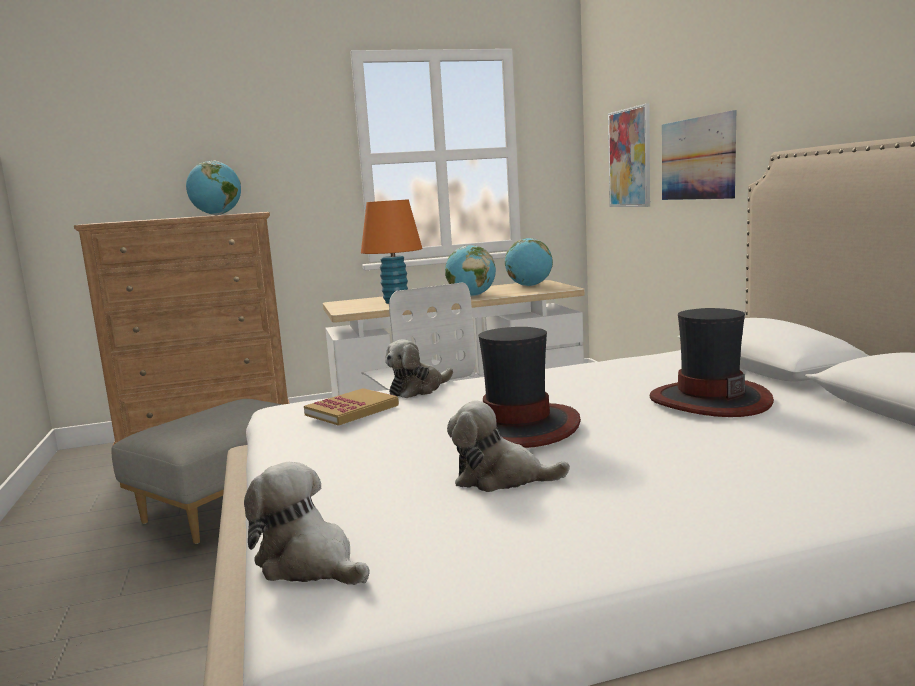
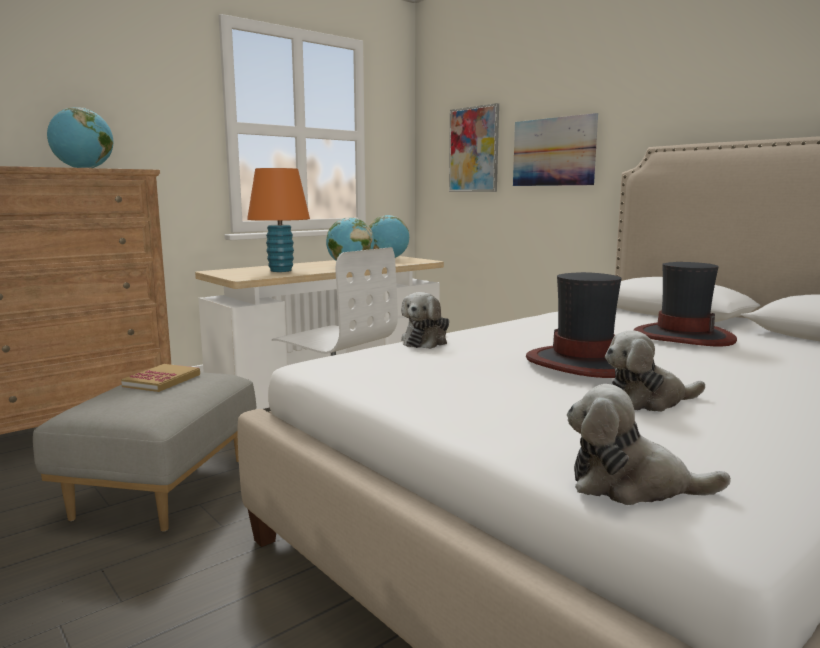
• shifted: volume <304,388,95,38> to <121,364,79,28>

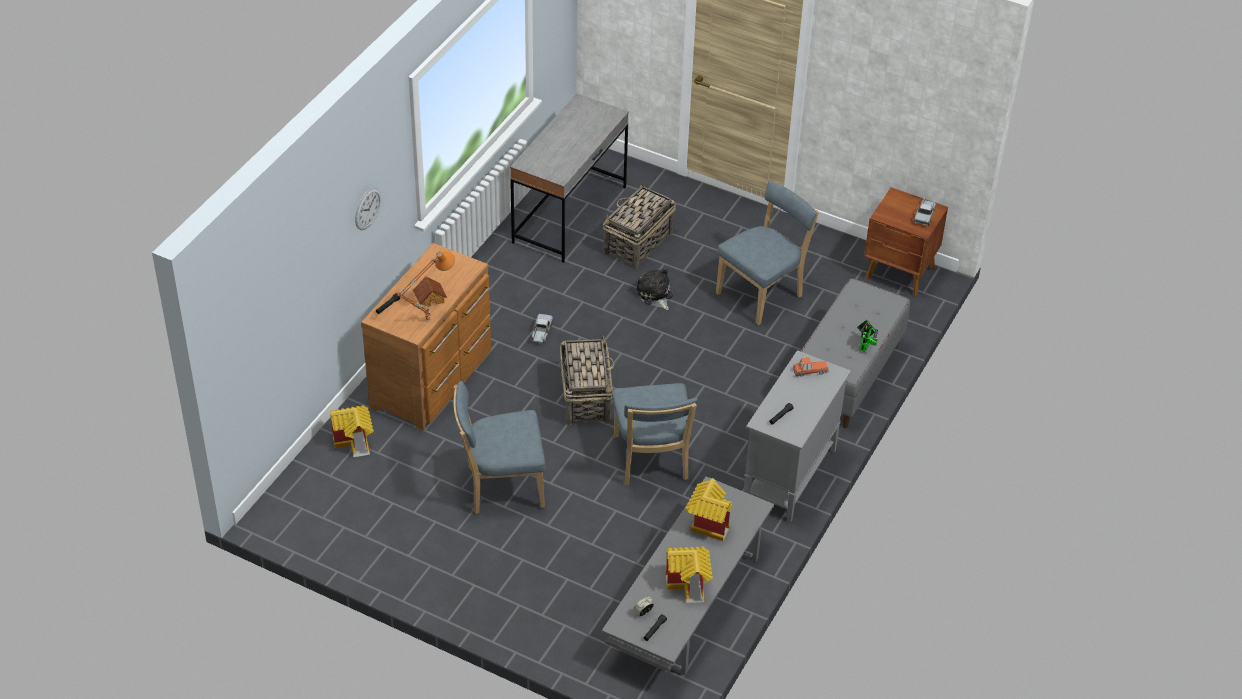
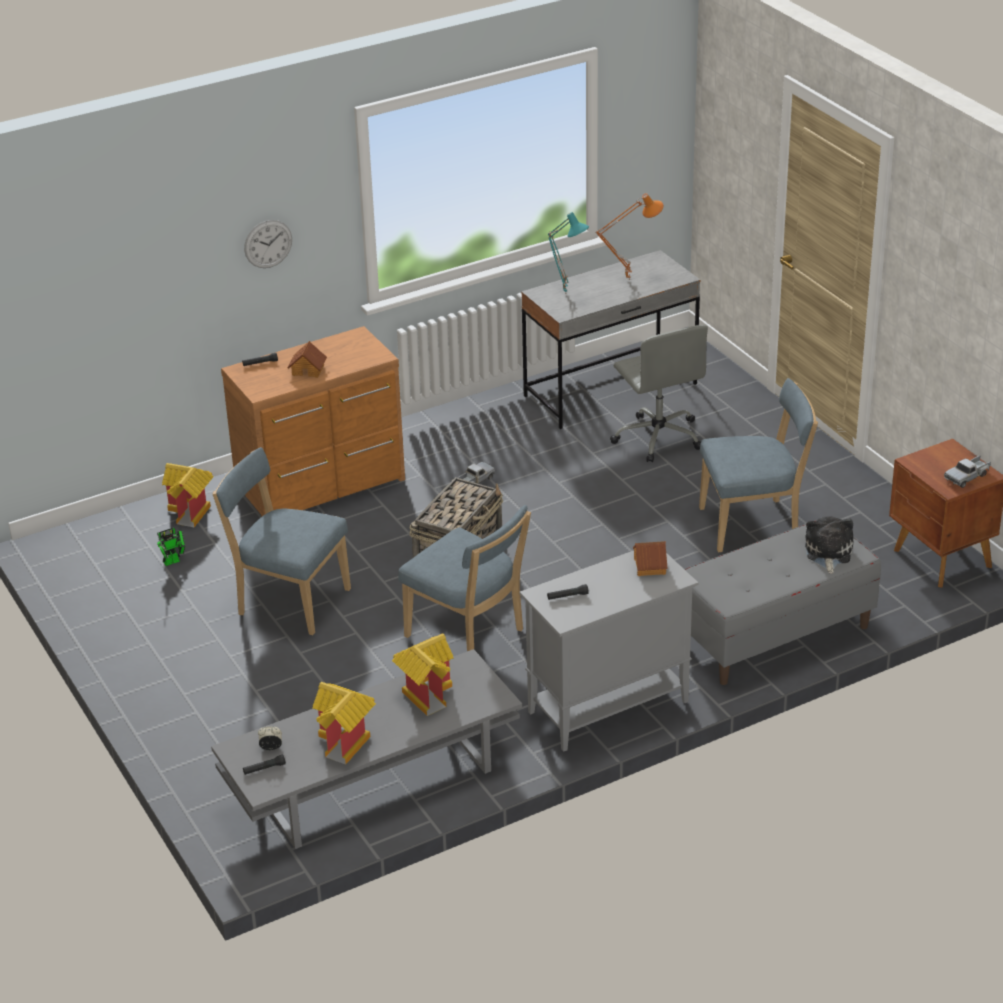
• swapped: storage basket <603,182,73,87> to office chair (grey) <610,325,98,137>
• shifted: lamp for a table (orange) <397,251,58,71> to <596,193,68,87>
• shifted: soft toy <636,268,37,42> to <805,516,48,58>
• shifted: robot figure <857,320,21,32> to <157,528,28,38>
• swapped: miniature car <793,357,36,20> to model house <633,541,35,35>
• rotated: plain chair (blue-coloured) <612,383,86,102> = <398,505,133,146> 75 degrees counterclockwise
• new: lamp for a table (turquoise) <548,212,41,81>

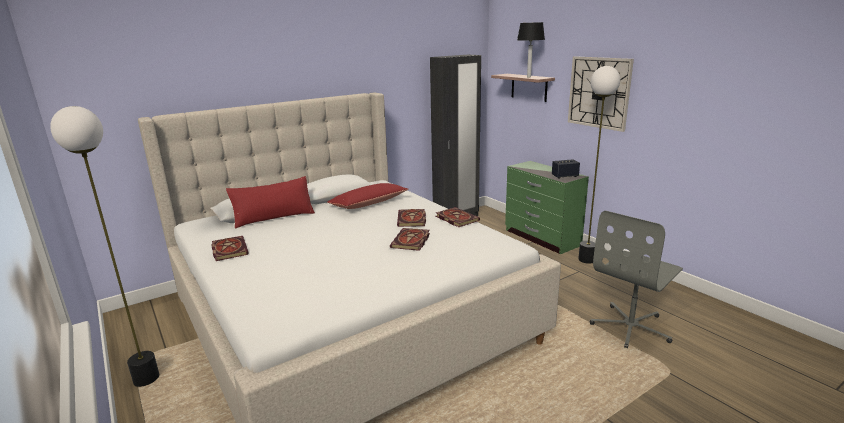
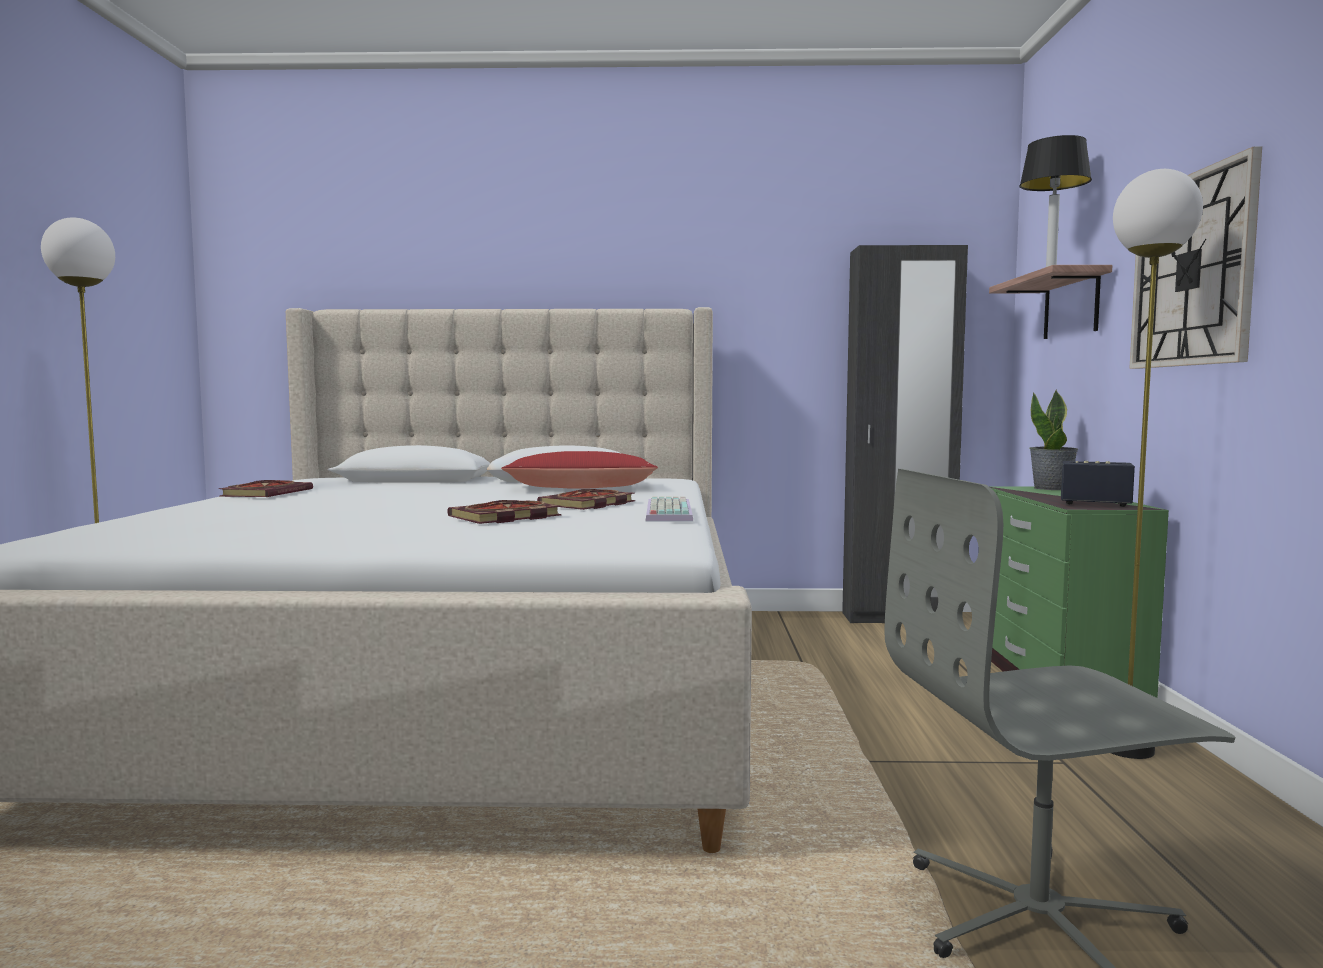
• gone: throw pillow (red-coloured) <226,176,89,53>
• swapped: volume <436,207,44,20> to computer keyboard <646,496,47,25>
• new: plant in a pot <1029,389,49,101>

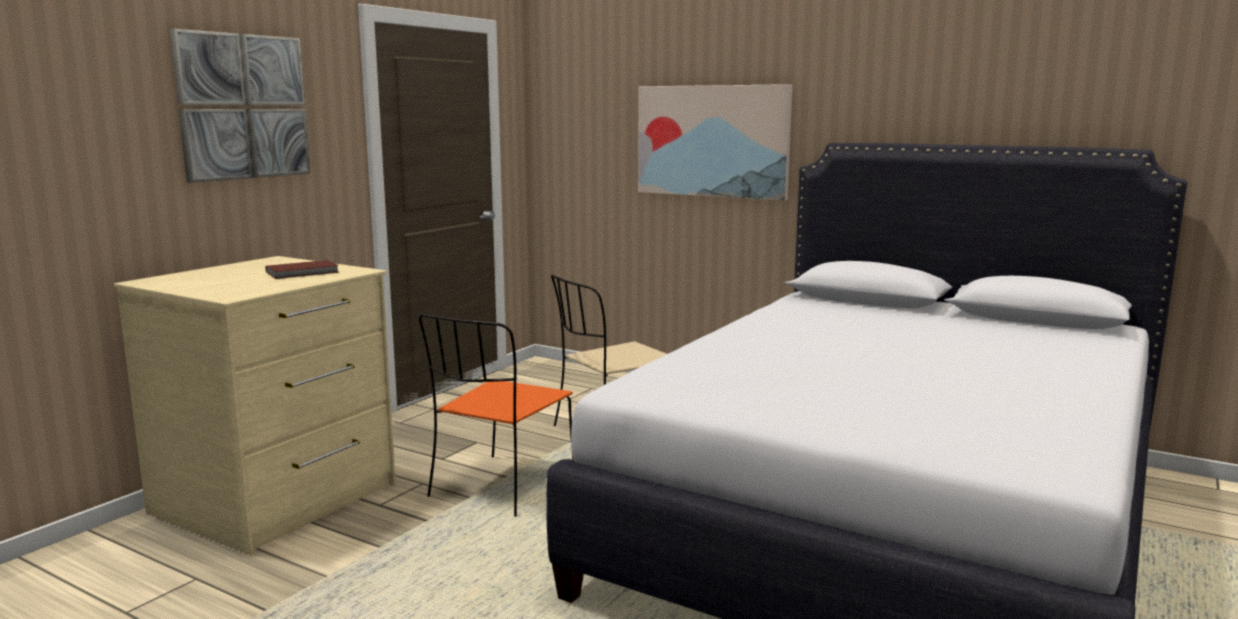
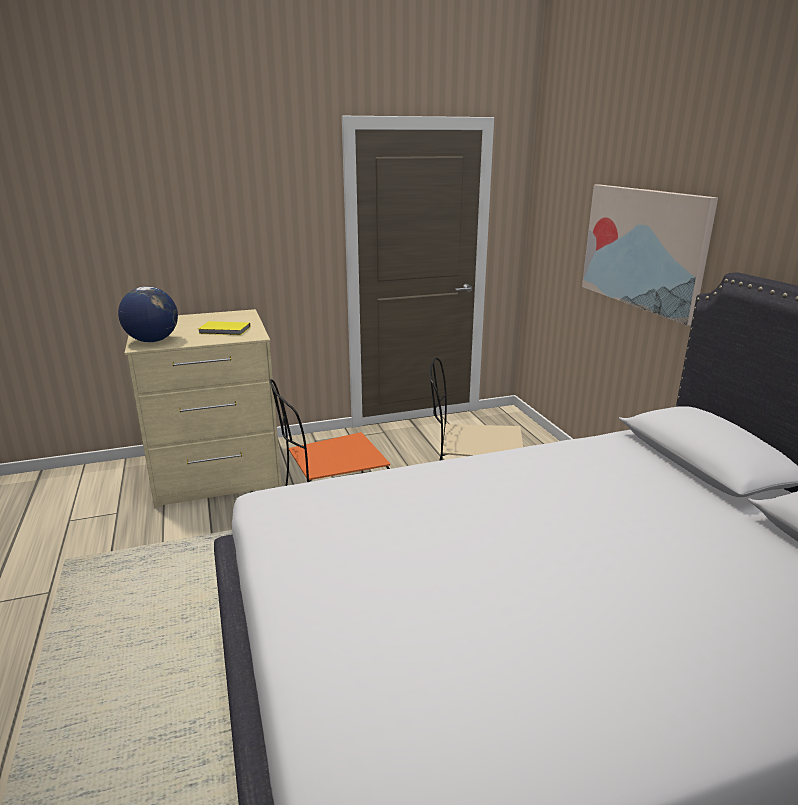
• gone: wall picture <170,29,141,154>
• repainted: volume (brownish) <265,260,74,19> to volume (yellow-coloured) <198,321,52,14>
• new: world globe <118,286,60,56>

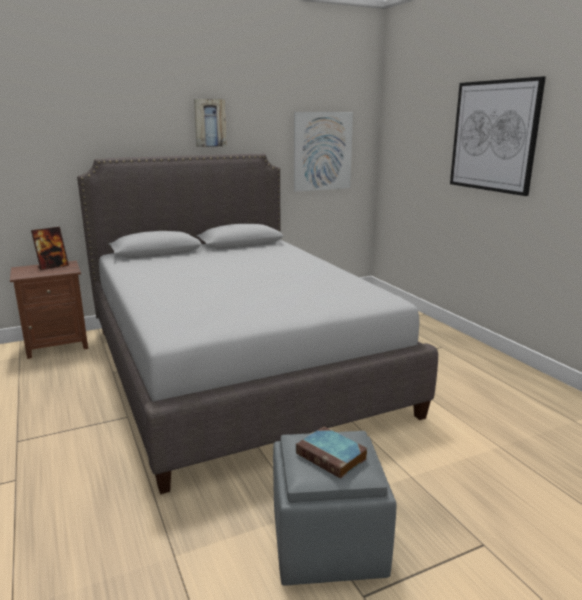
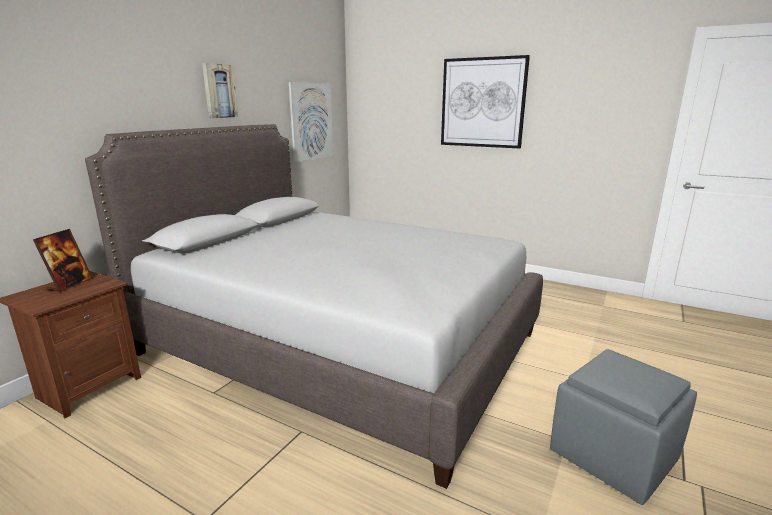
• gone: volume <296,427,72,52>

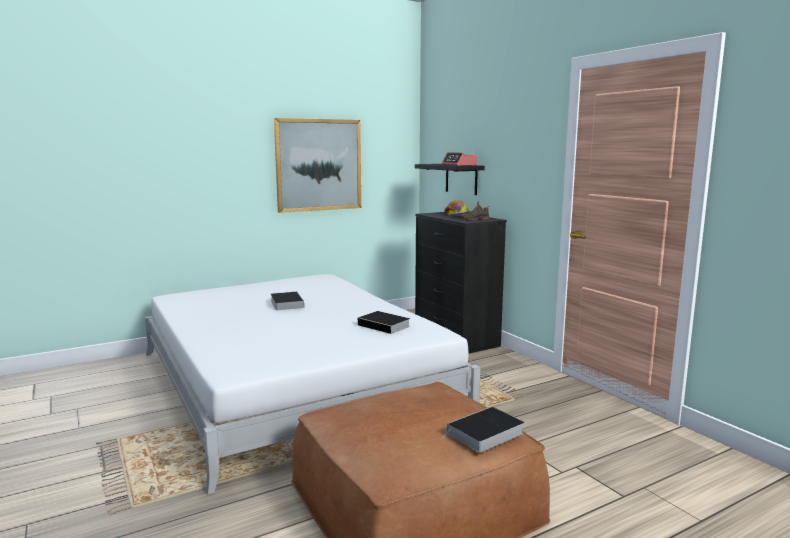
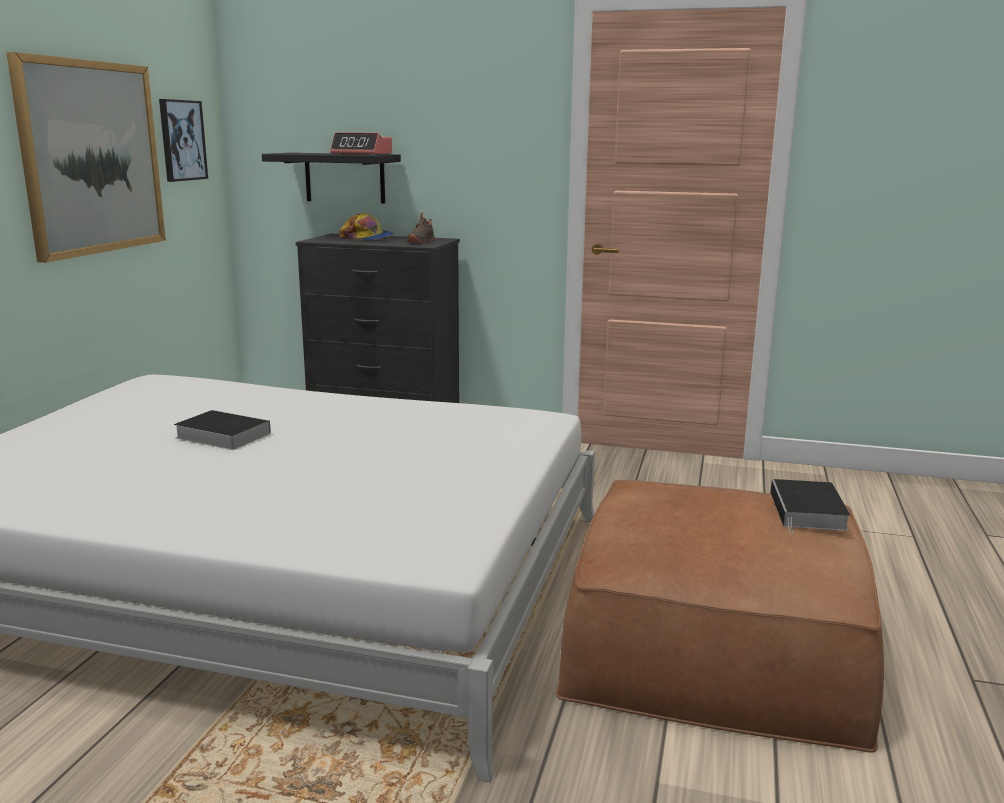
• gone: volume <358,311,52,24>
• new: wall picture <159,99,49,83>

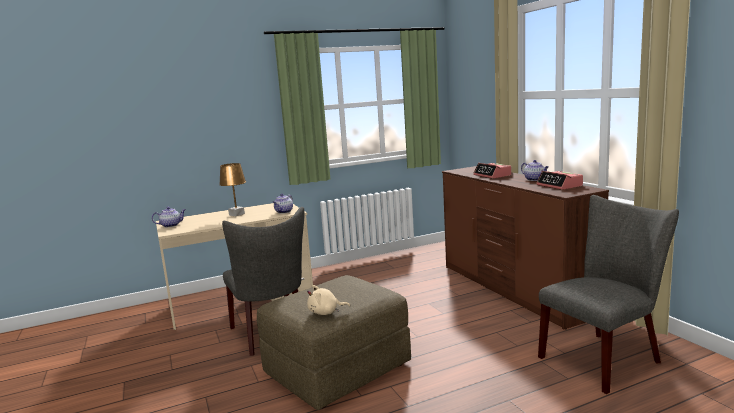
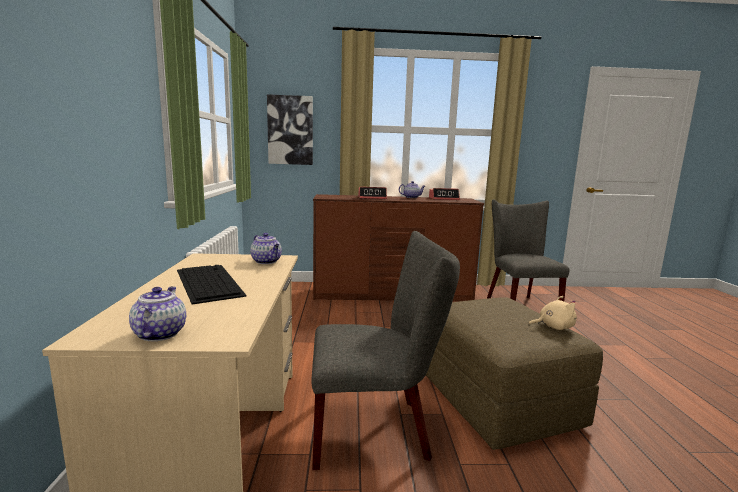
• swapped: lamp for a table (brownish) <219,163,27,53> to computer keyboard <177,265,70,40>
• rotated: soft toy (beige) <307,285,43,30> = <528,296,49,34> 105 degrees counterclockwise
• new: wall picture <267,94,46,71>

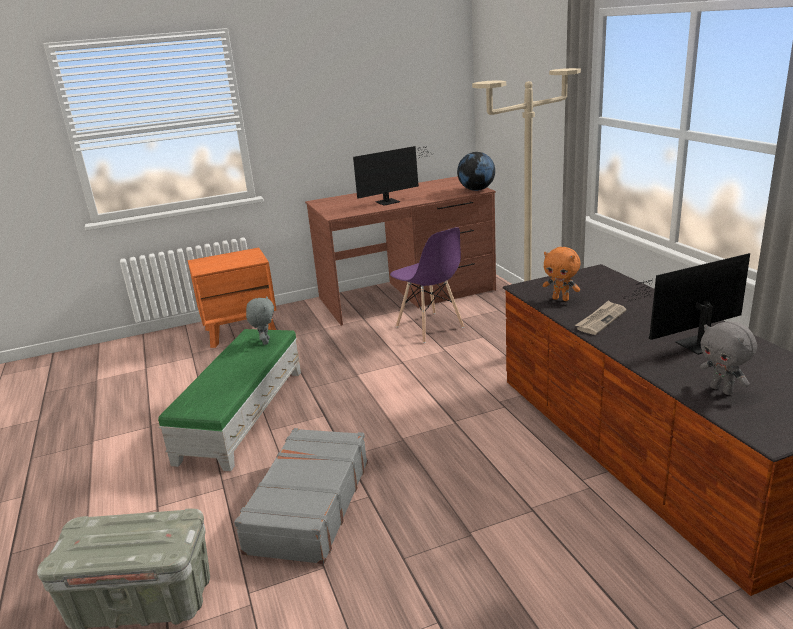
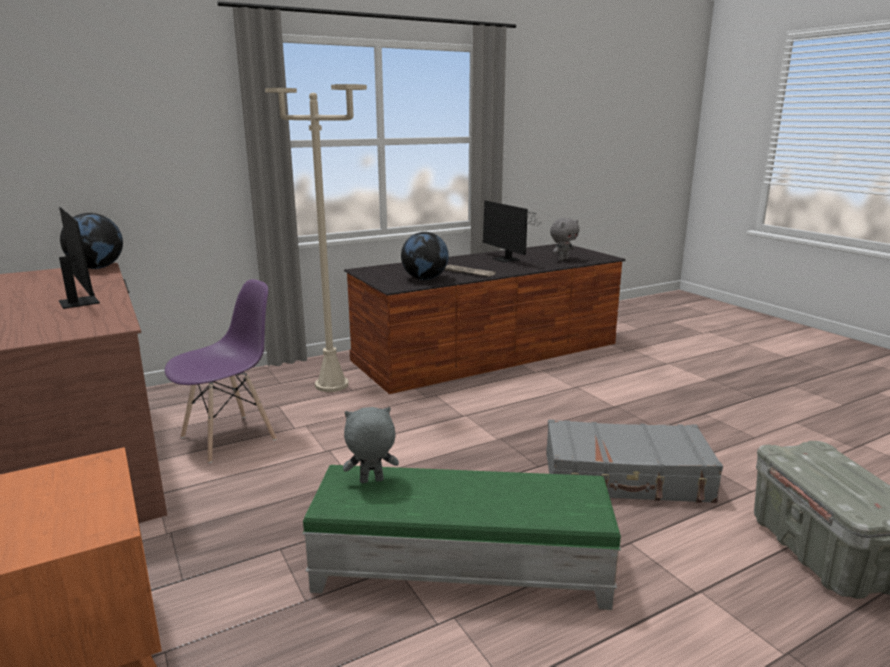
• swapped: soft toy (orange) <543,247,37,54> to world globe <401,232,48,48>

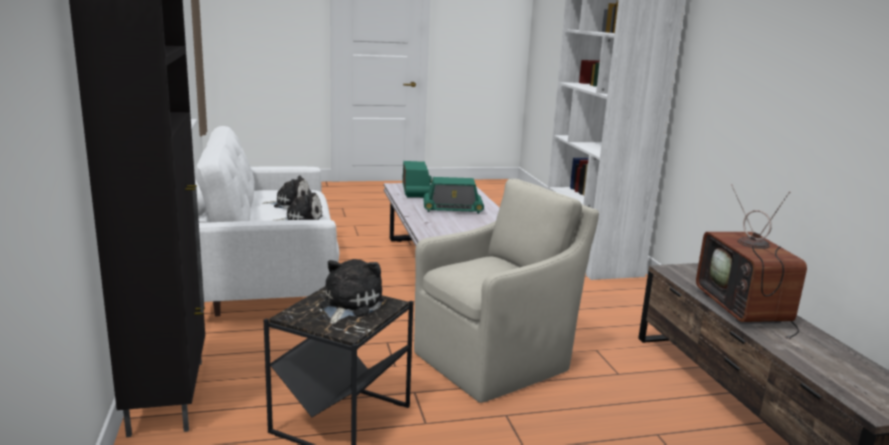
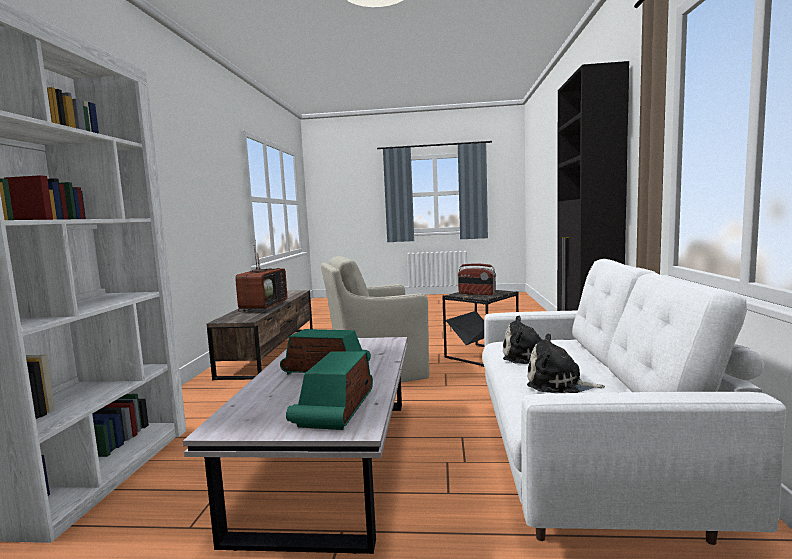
• swapped: soft toy <320,259,64,65> to radio set <458,264,38,31>

